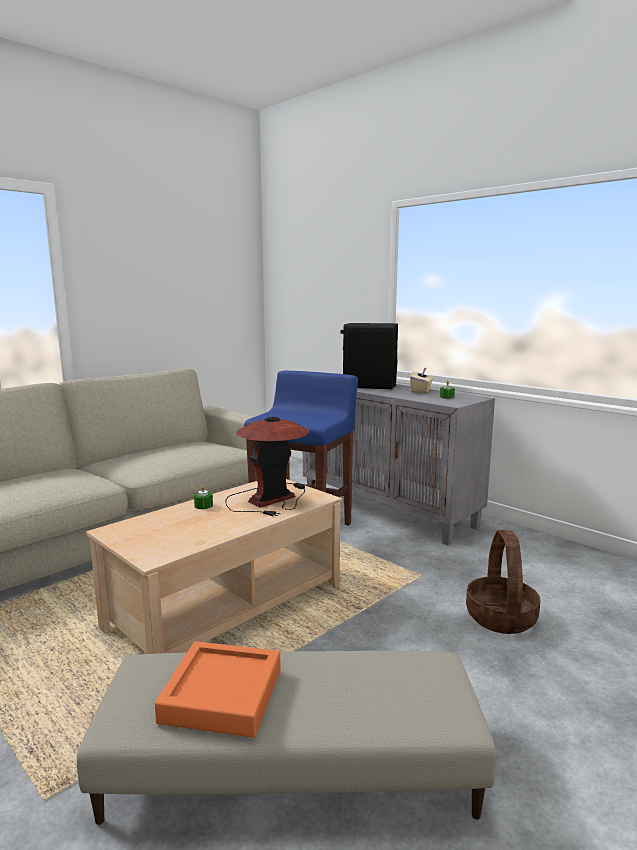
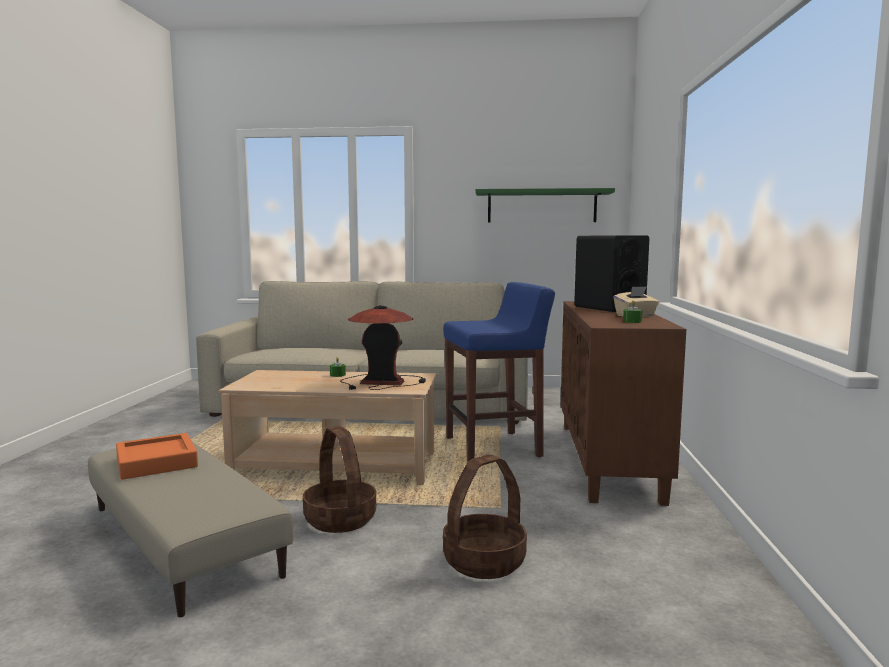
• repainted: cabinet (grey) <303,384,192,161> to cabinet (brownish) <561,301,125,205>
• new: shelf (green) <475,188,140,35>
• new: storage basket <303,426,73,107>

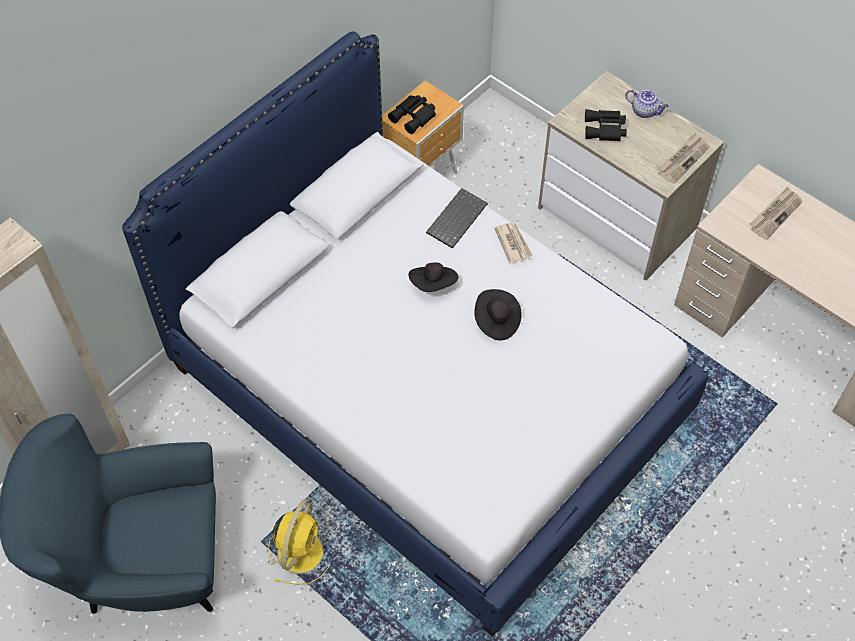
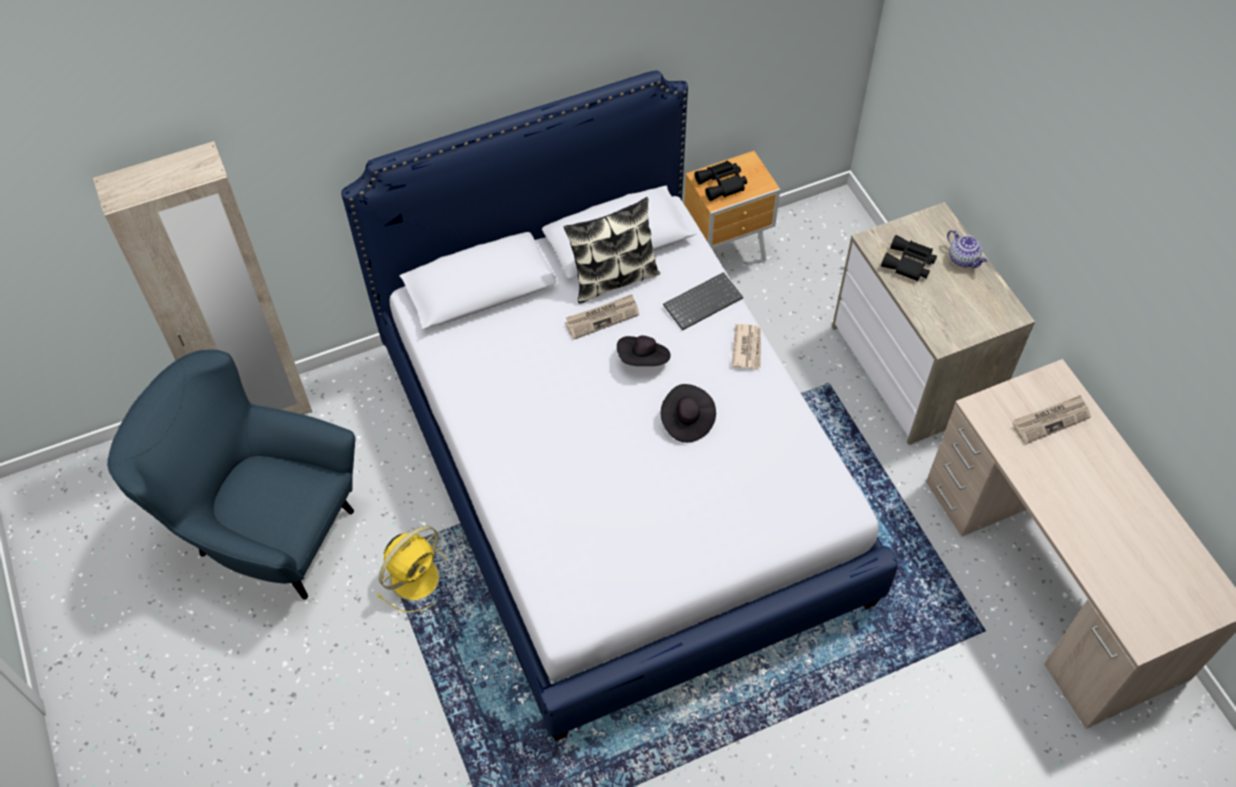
• shifted: newspaper <657,133,53,51> to <565,294,74,46>
• new: throw pillow <564,197,96,107>

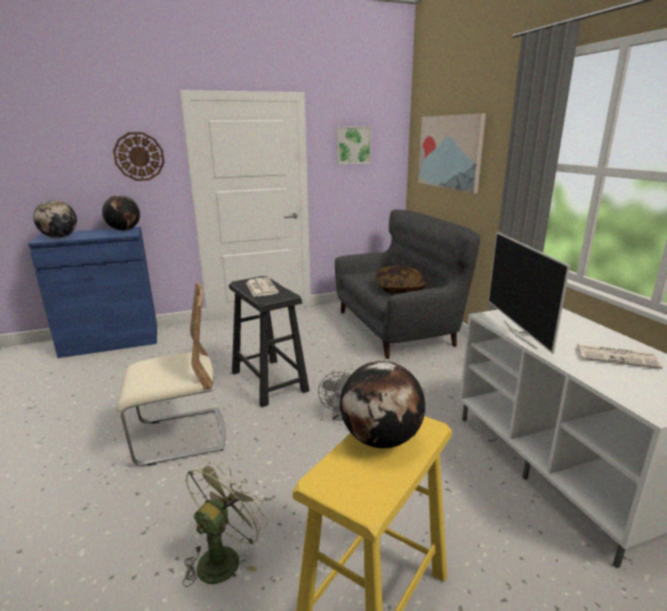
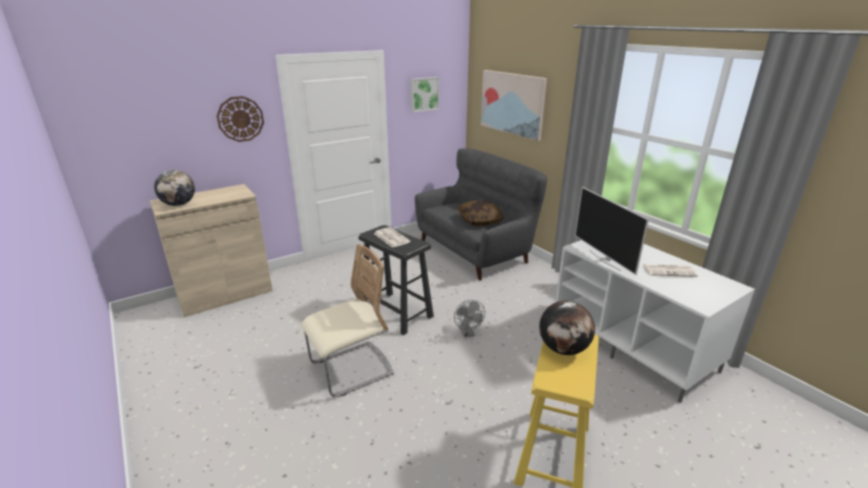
• gone: world globe <102,195,38,36>
• repainted: cabinet (blue-coloured) <28,226,129,132> to cabinet (beige) <150,184,123,133>
• gone: electric fan (green) <183,459,86,128>

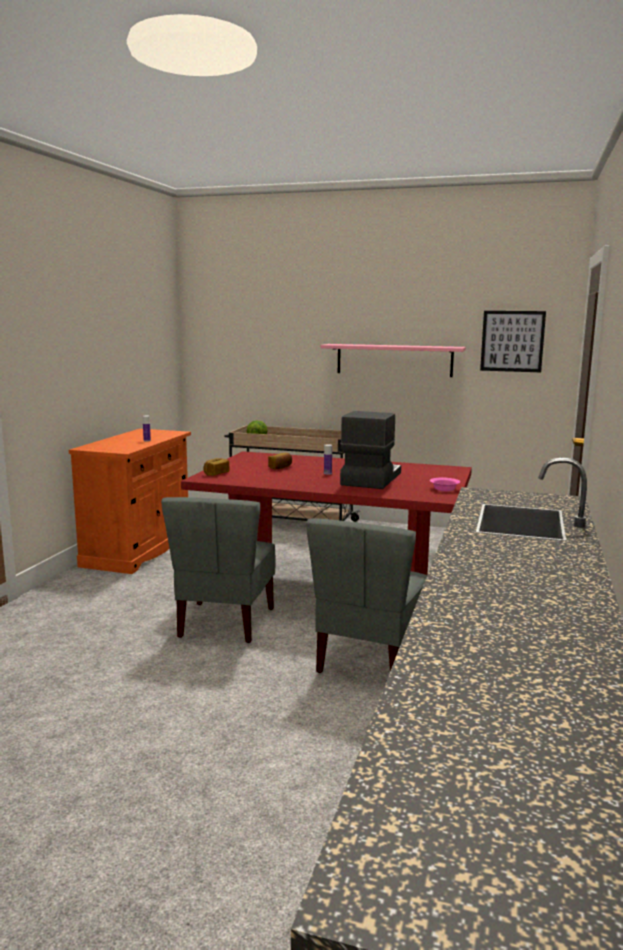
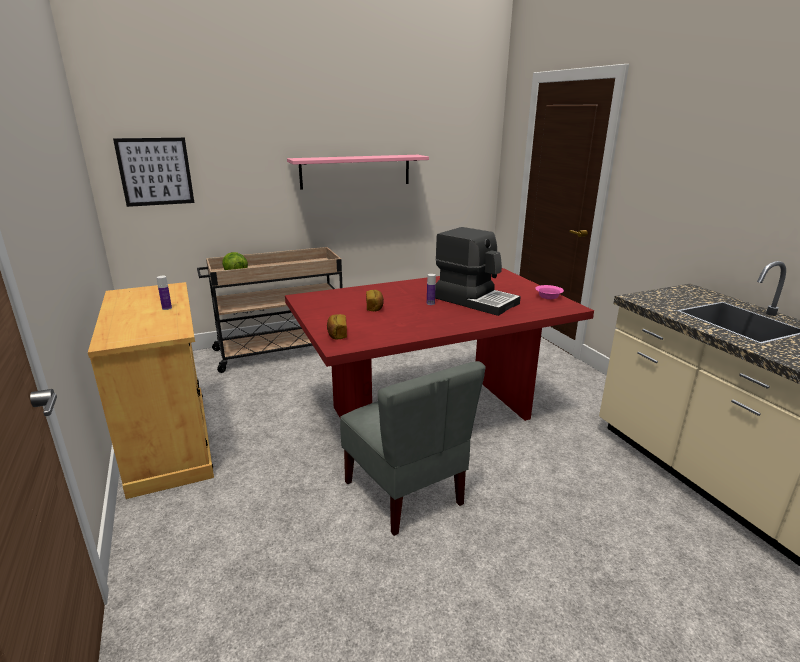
• shifted: wall picture <480,311,66,61> to <113,138,81,69>
• rotated: coffee maker <340,411,61,78> = <435,227,86,89> 150 degrees clockwise
• repainted: cabinet (orange) <69,429,122,145> to cabinet (beige) <88,282,126,217>
• gone: plain chair (grey) <306,518,121,155>

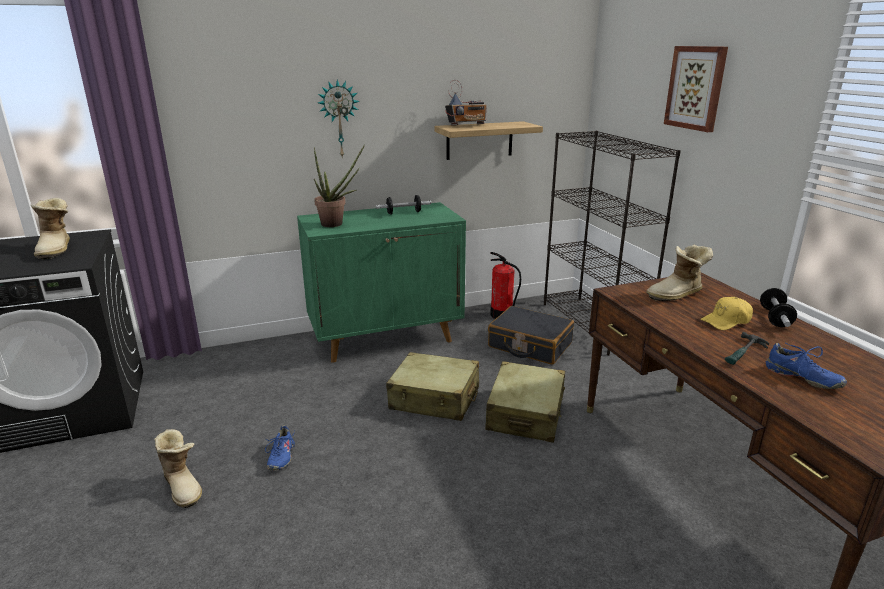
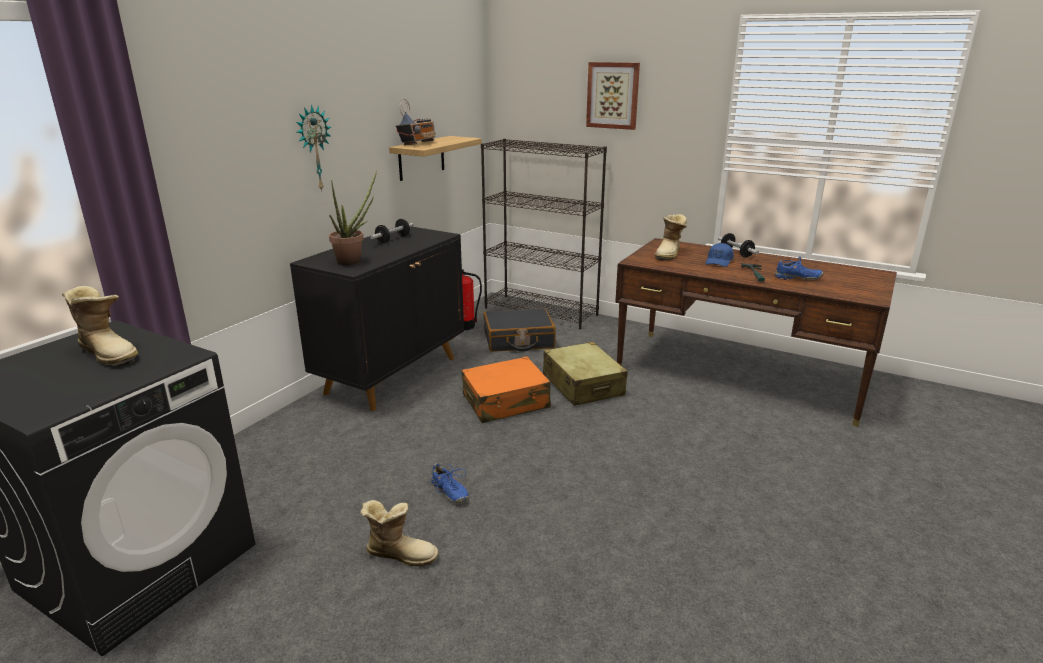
• repainted: cabinet (green) <297,202,169,161> to cabinet (blackish) <290,227,174,184>
• repainted: cap (yellow-coloured) <700,297,53,33> to cap (blue-coloured) <706,243,28,24>
• repainted: suitcase (beige) <386,352,93,69> to suitcase (orange) <462,356,89,67>

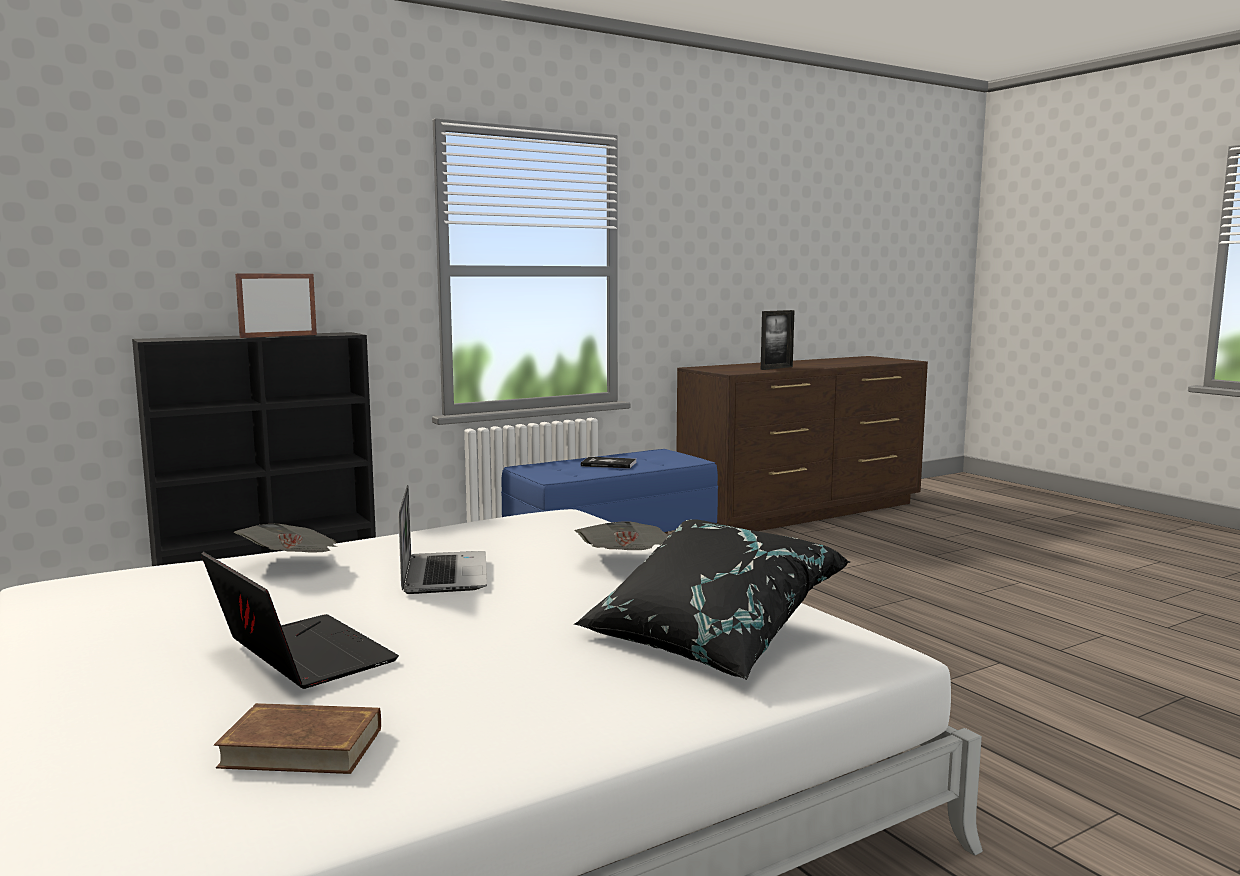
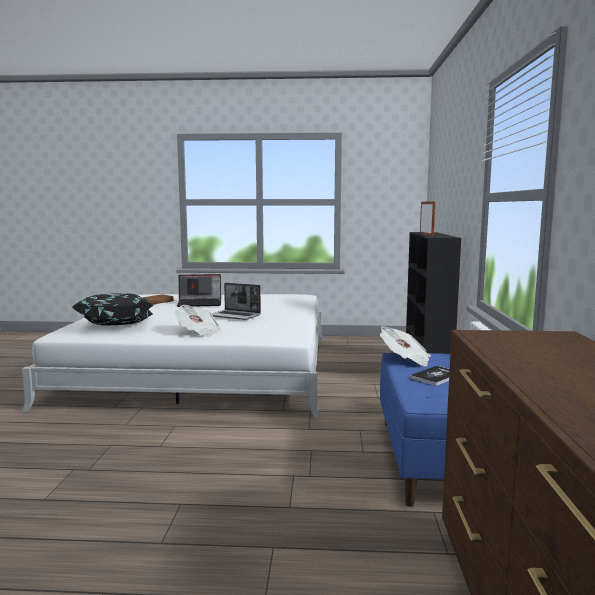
• gone: picture frame <761,310,33,60>
• shifted: newspaper <234,524,103,28> to <380,326,51,41>

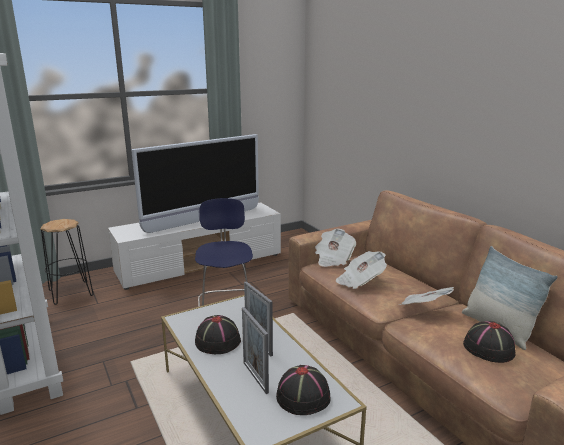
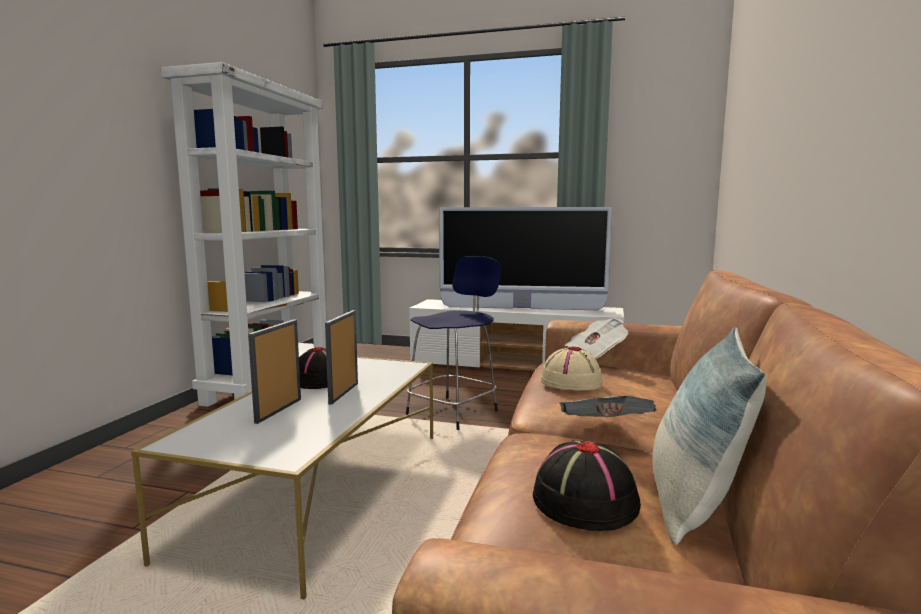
• gone: sitting stool (blackish) <40,219,53,86>
• swapped: newspaper <336,251,51,38> to wearable hat (beige) <541,346,62,45>
• gone: wearable hat (blackish) <276,365,54,50>

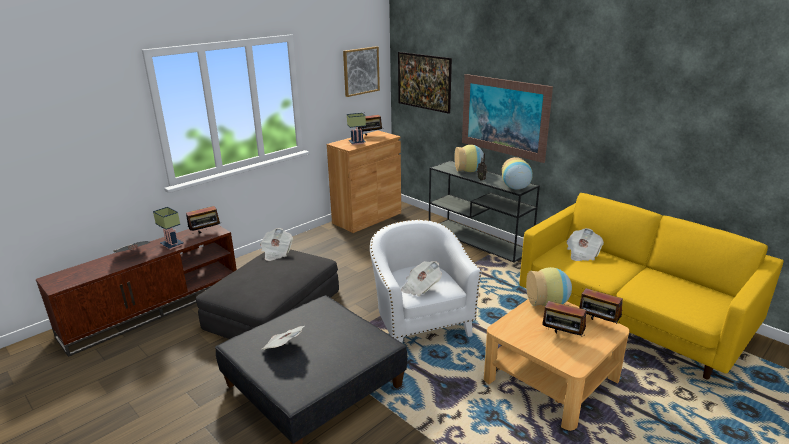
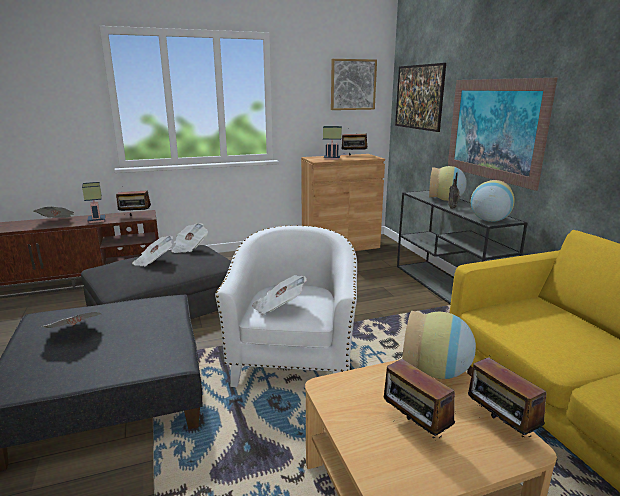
• shifted: newspaper <566,228,38,33> to <132,236,41,31>

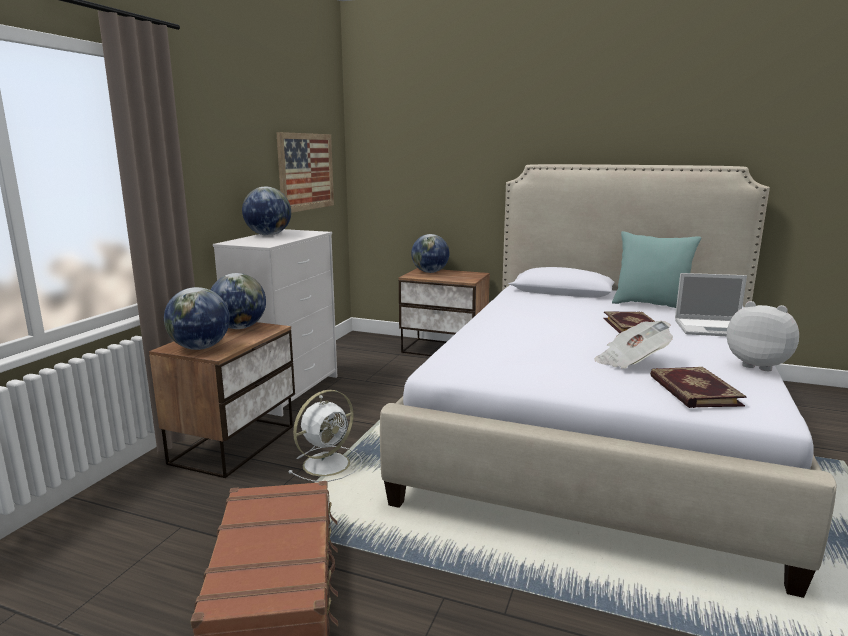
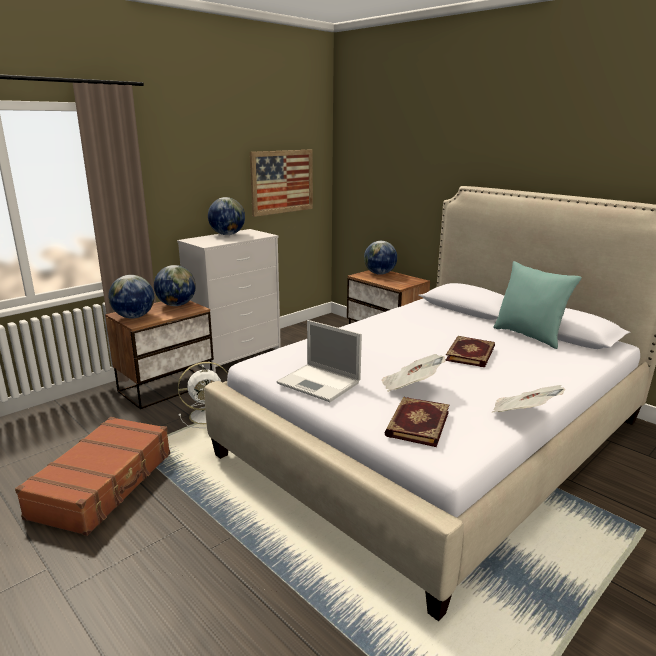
• shifted: portable computer <675,273,72,63> to <276,320,86,82>
• swapped: soft toy <727,301,72,70> to newspaper <492,385,73,28>

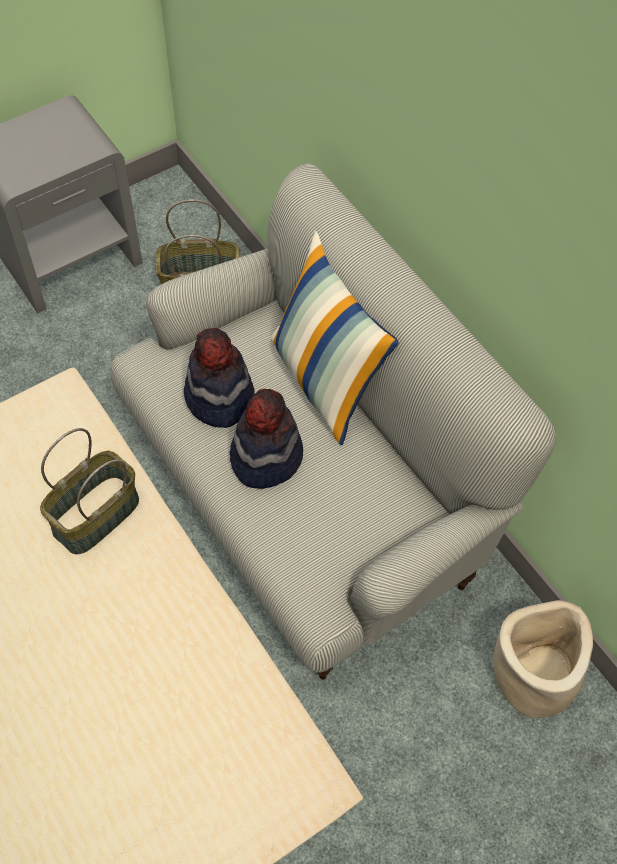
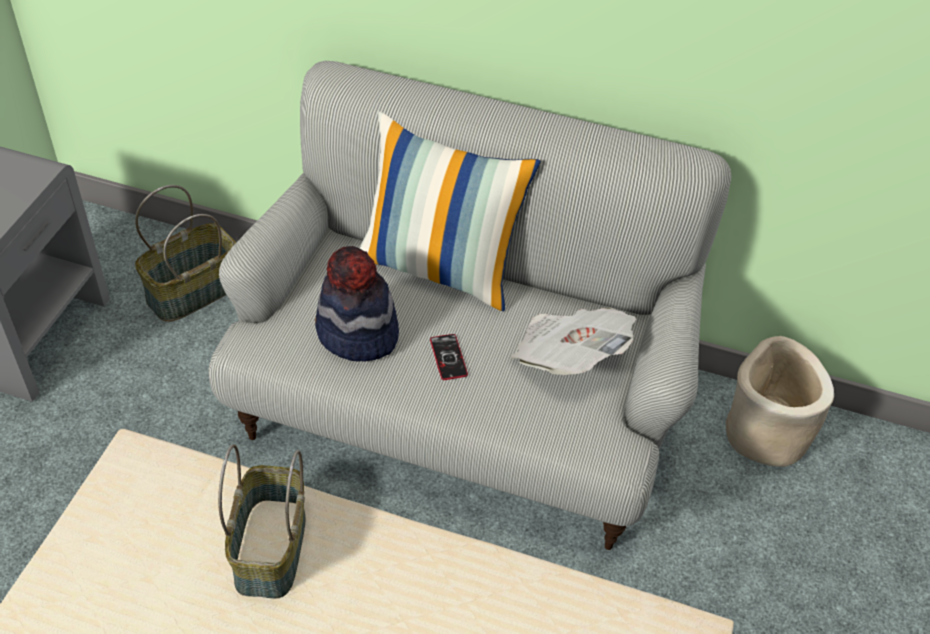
• swapped: wearable hat <230,389,73,100> to telephone <430,334,38,46>
• new: newspaper <511,308,125,67>

